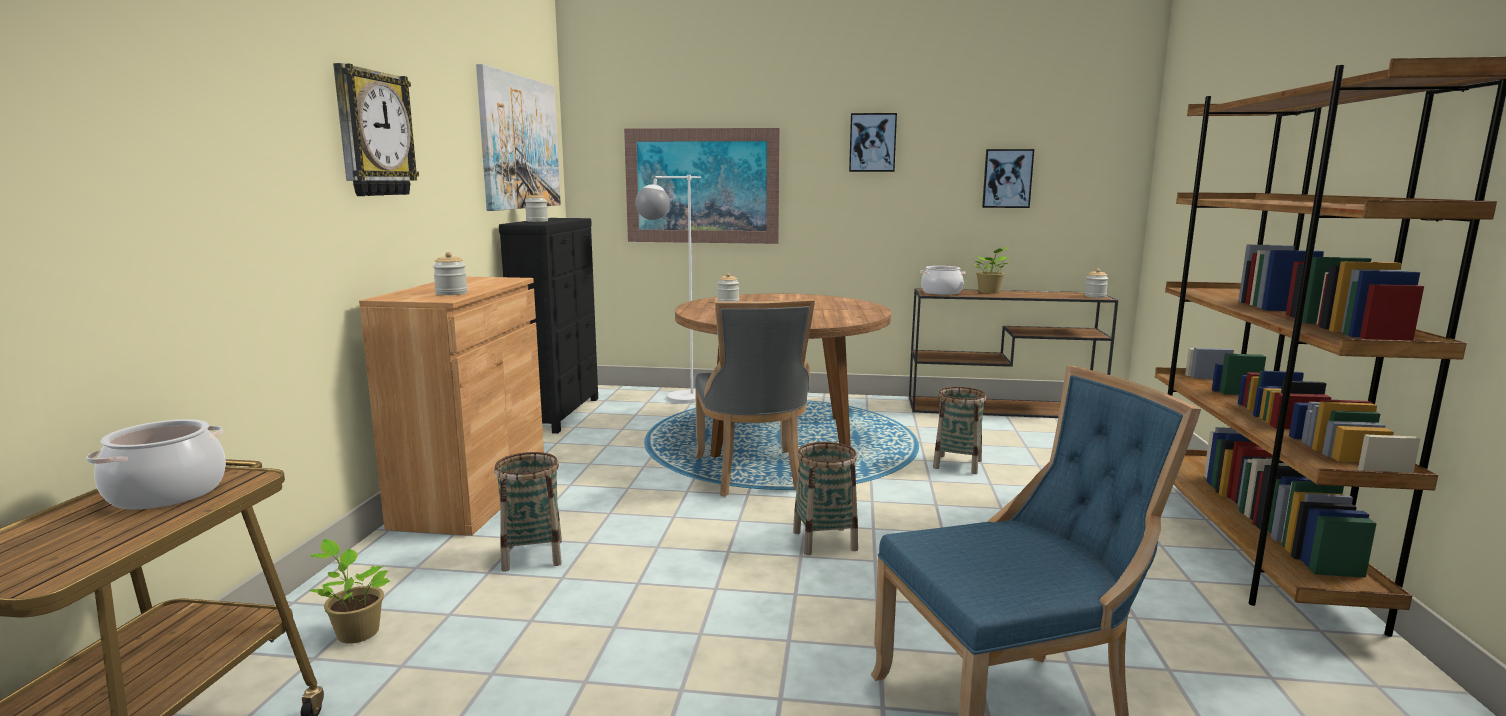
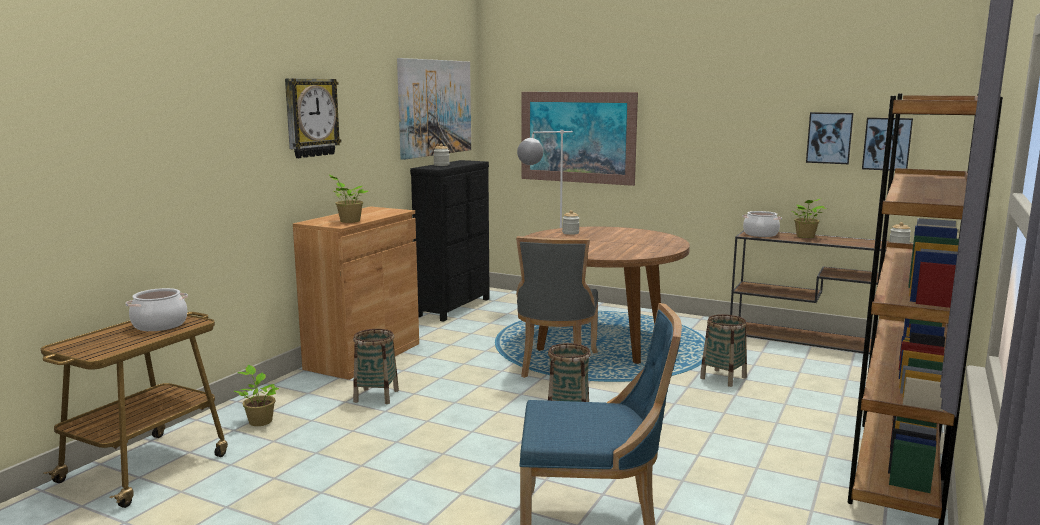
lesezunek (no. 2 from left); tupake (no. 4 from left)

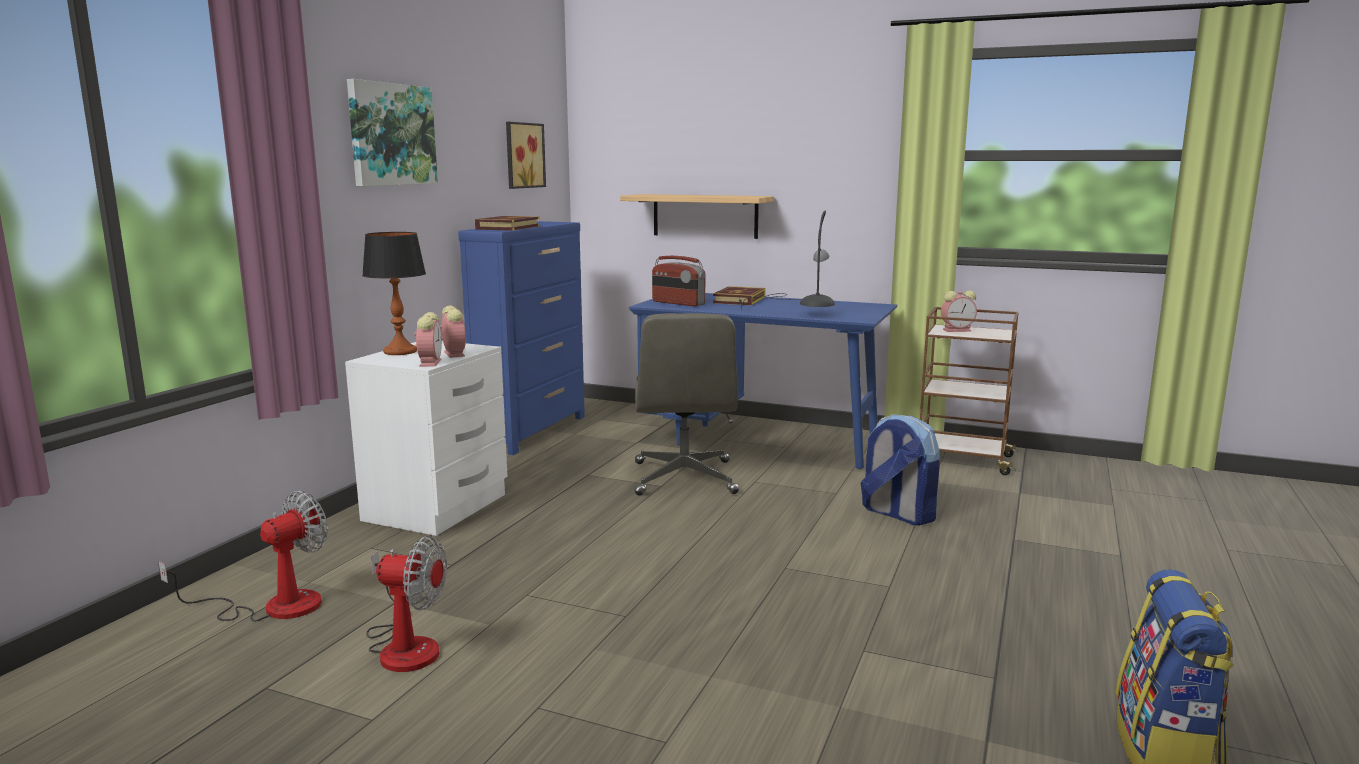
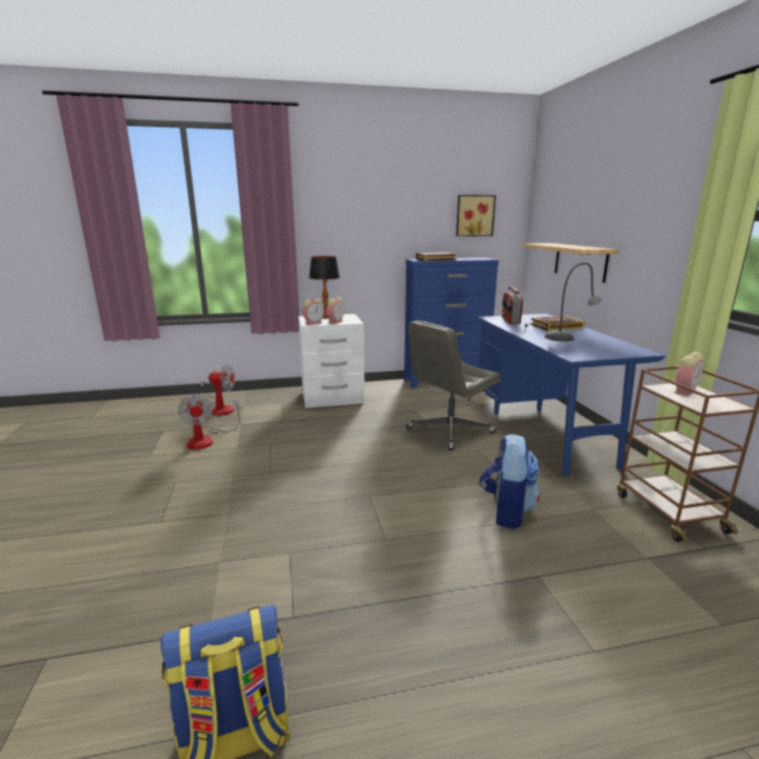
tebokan (no. 3 from left); tupake (no. 1 from left in the first image)

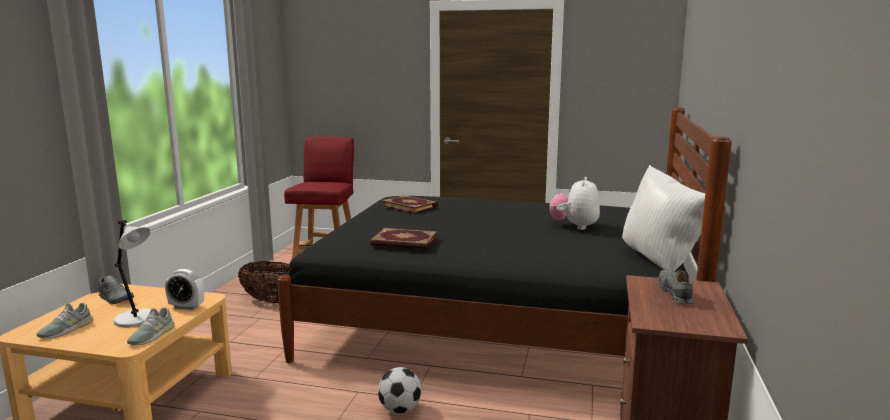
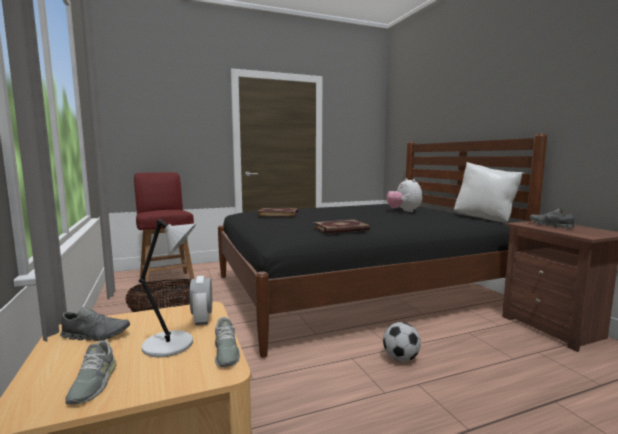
tebokan

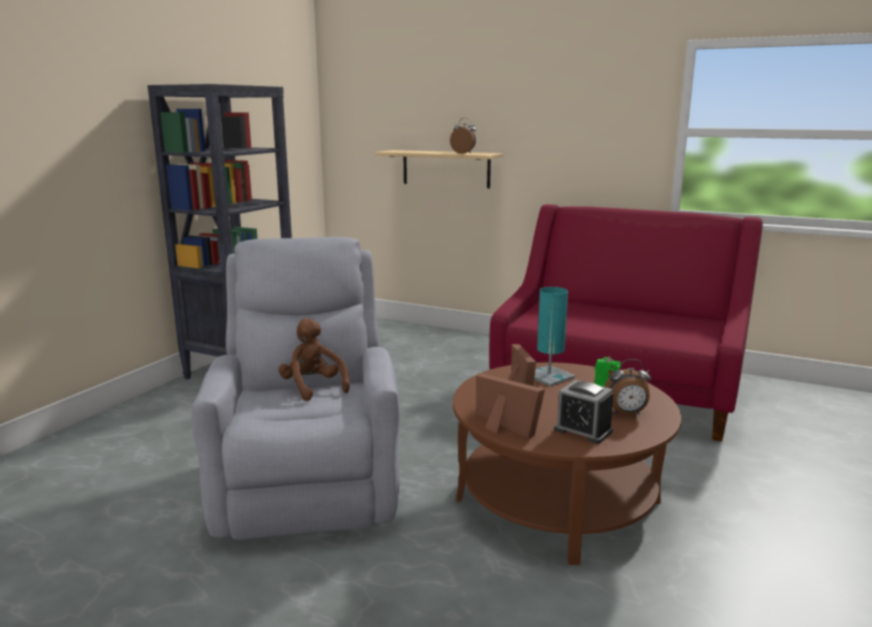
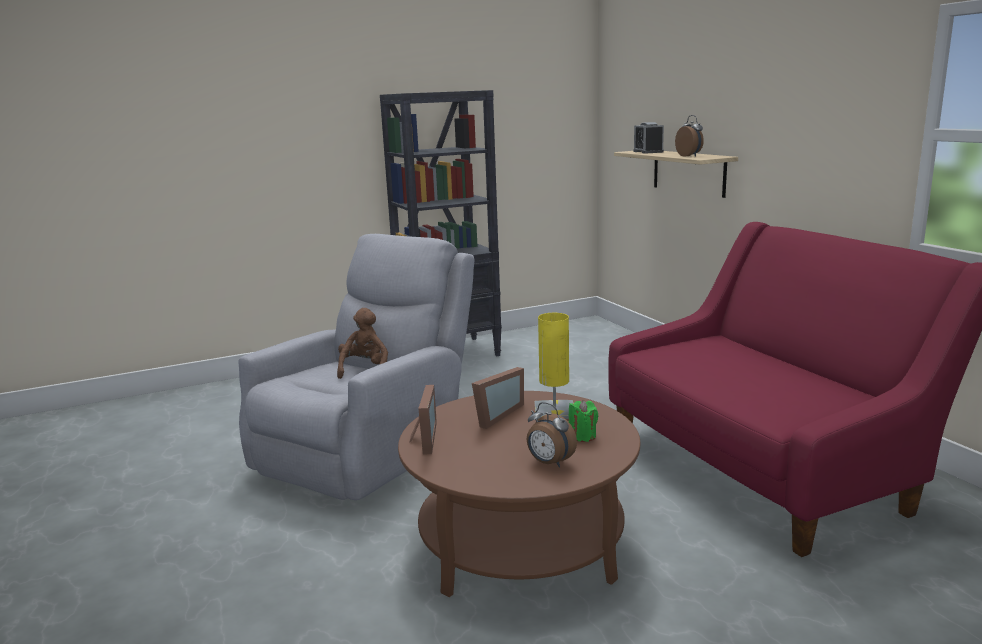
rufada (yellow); tebokan (no. 2 from left)

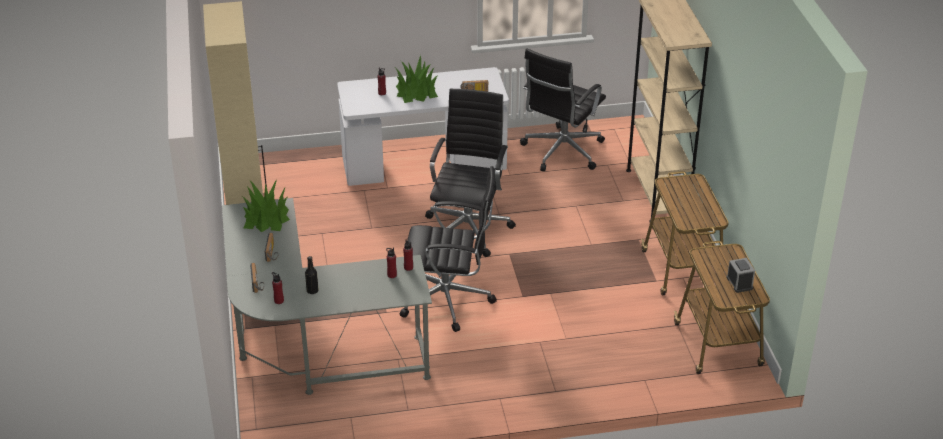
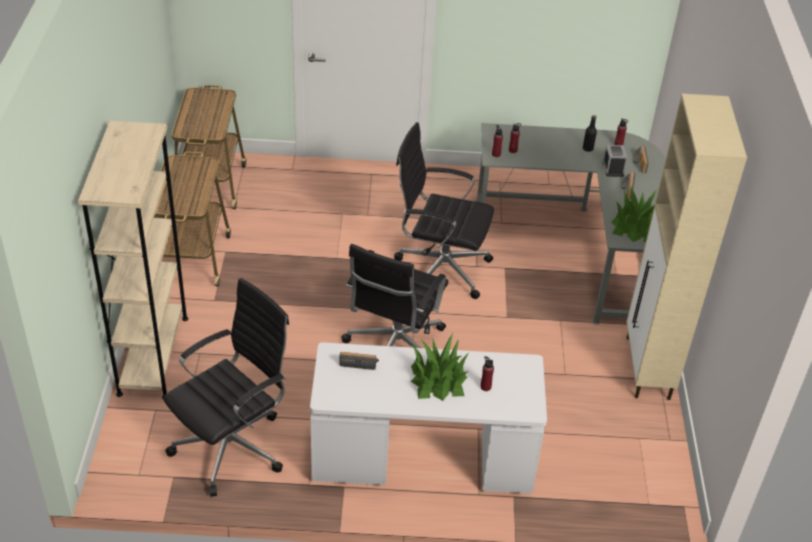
tebokan

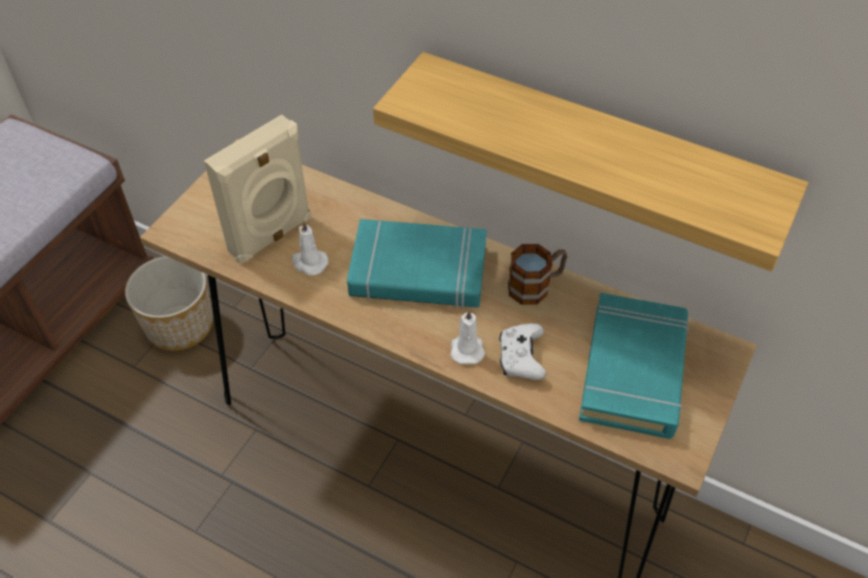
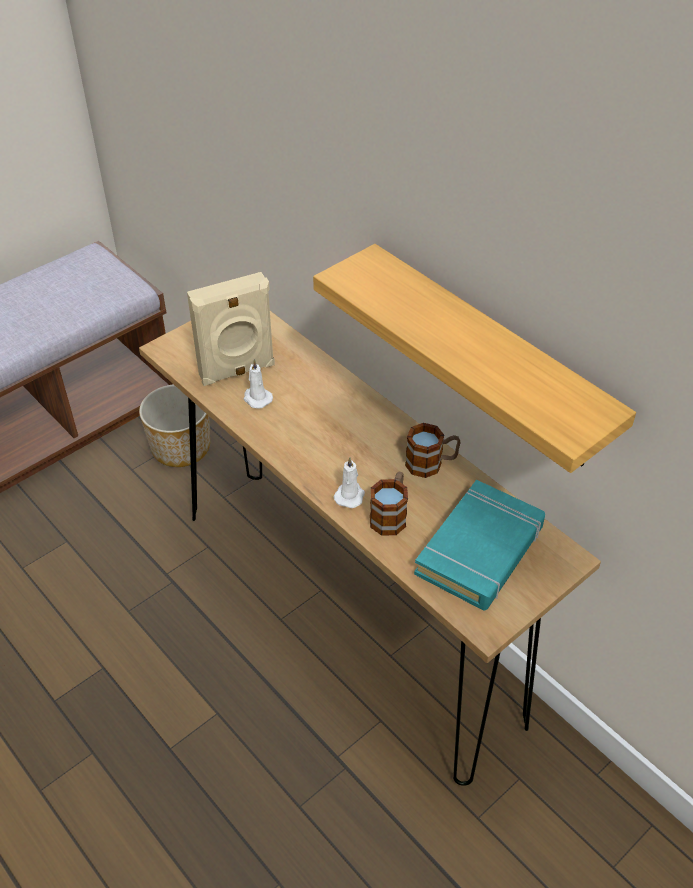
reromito (no. 1 from left); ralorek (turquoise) (no. 1 from left in the first image)

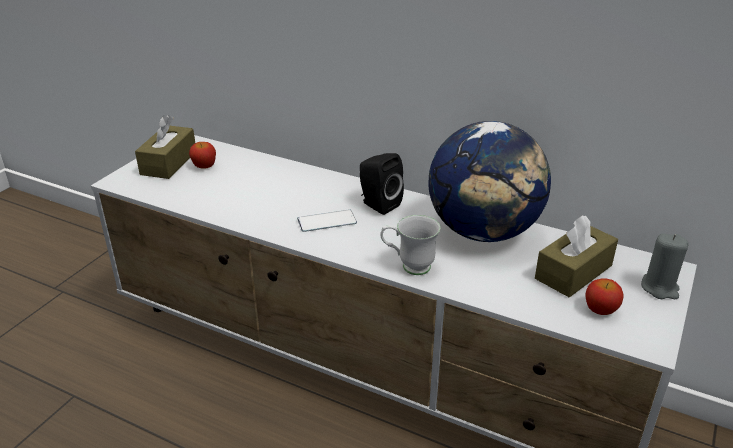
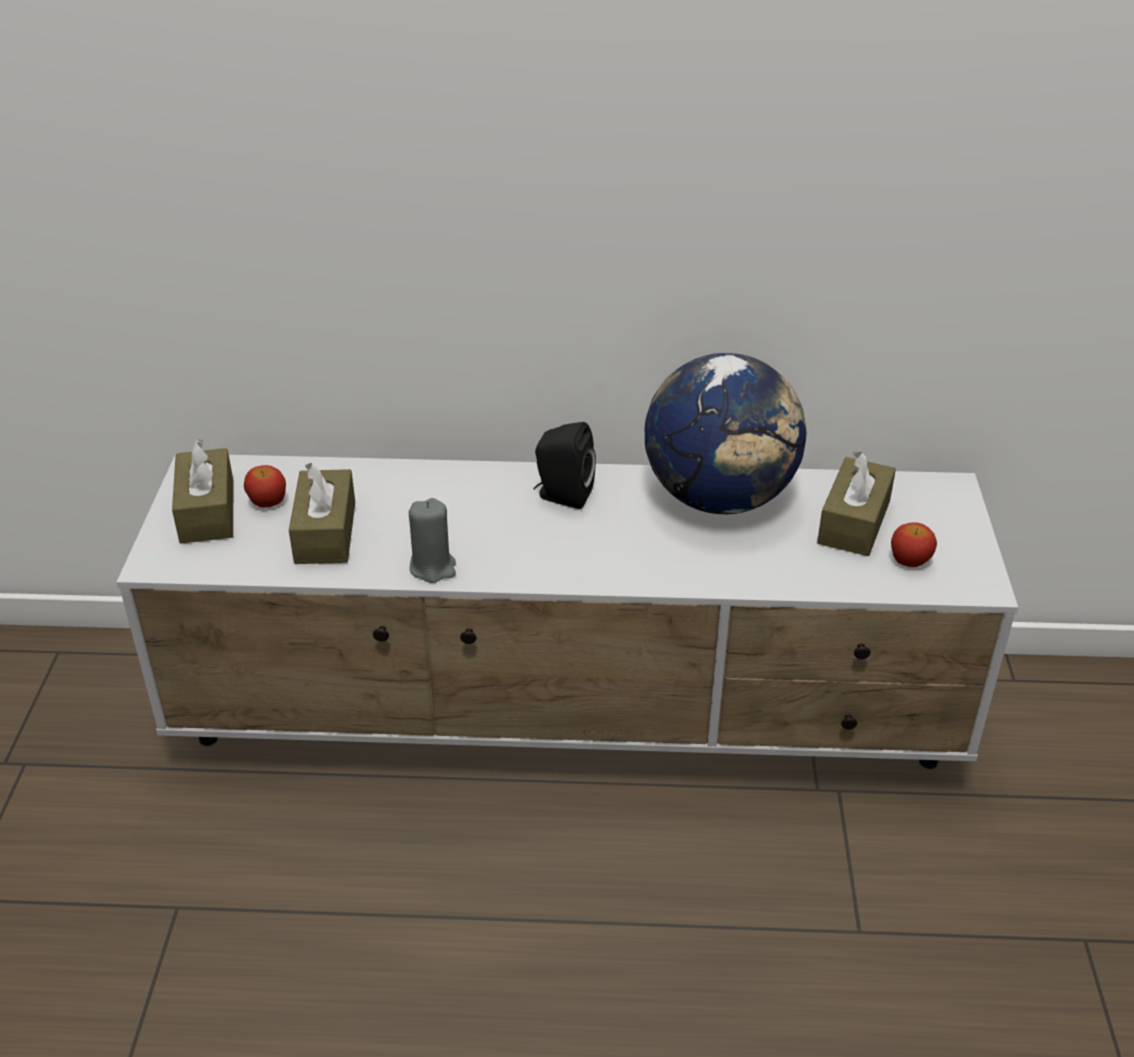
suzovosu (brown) (no. 2 from left); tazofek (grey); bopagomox; reromito (white)

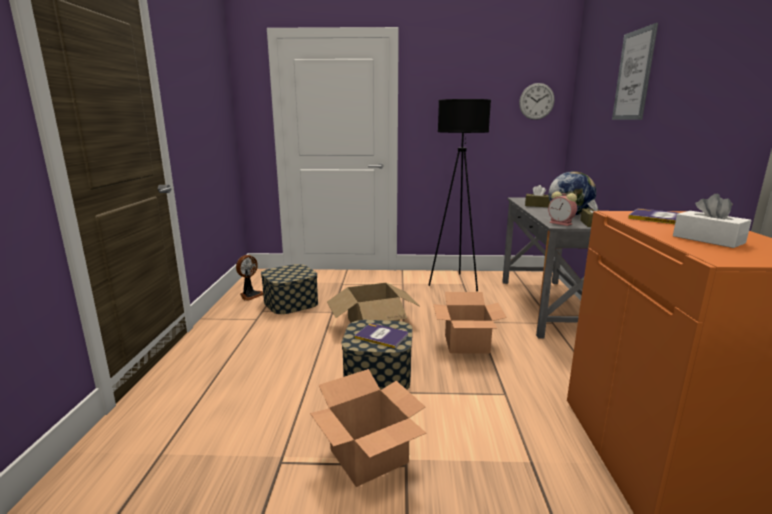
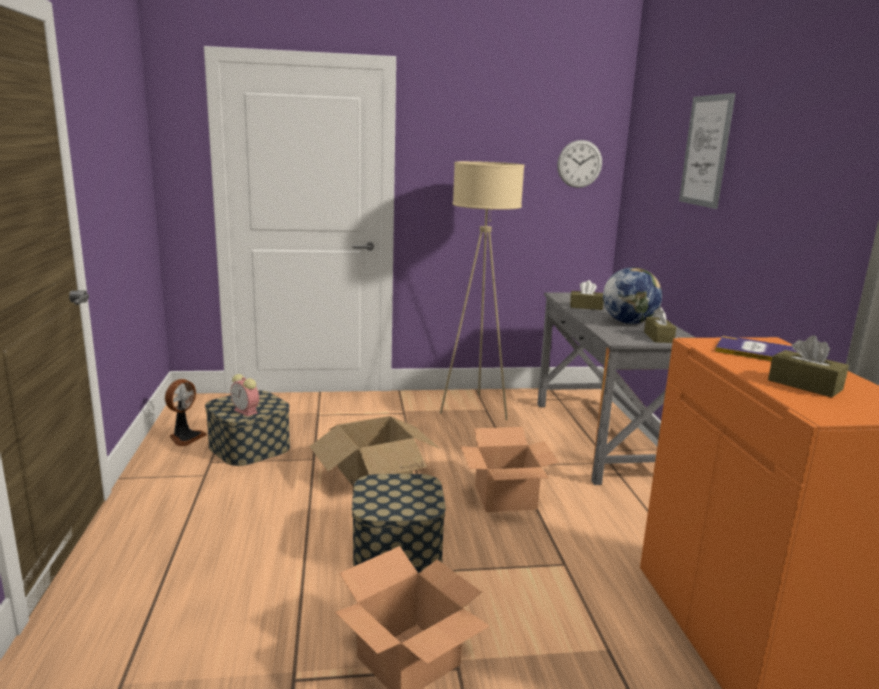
tebokan; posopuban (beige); suzovosu (brown) (no. 3 from left); ralorek (no. 1 from left in the first image)

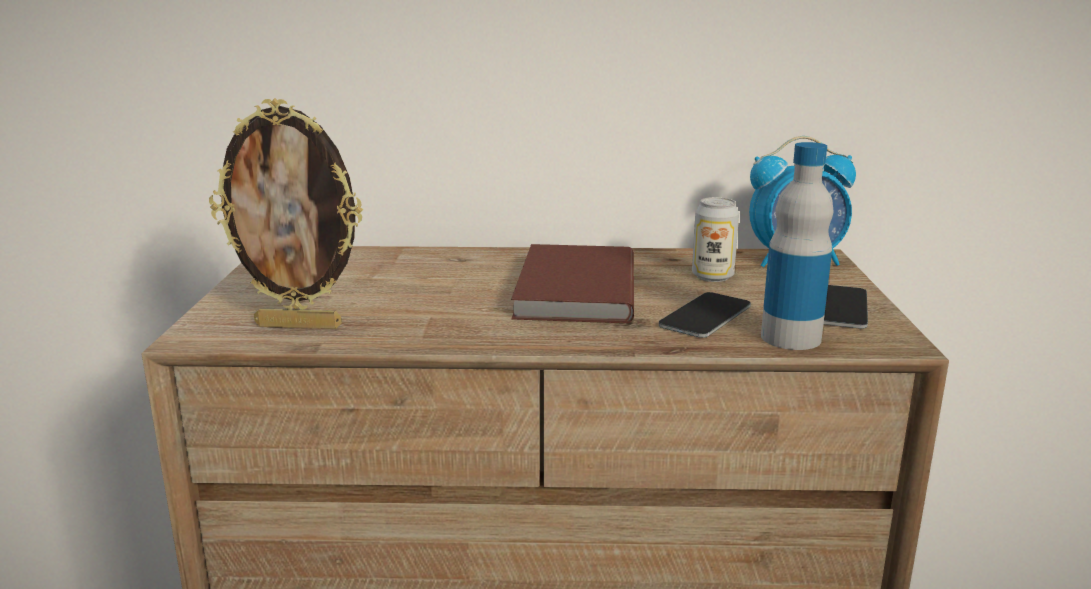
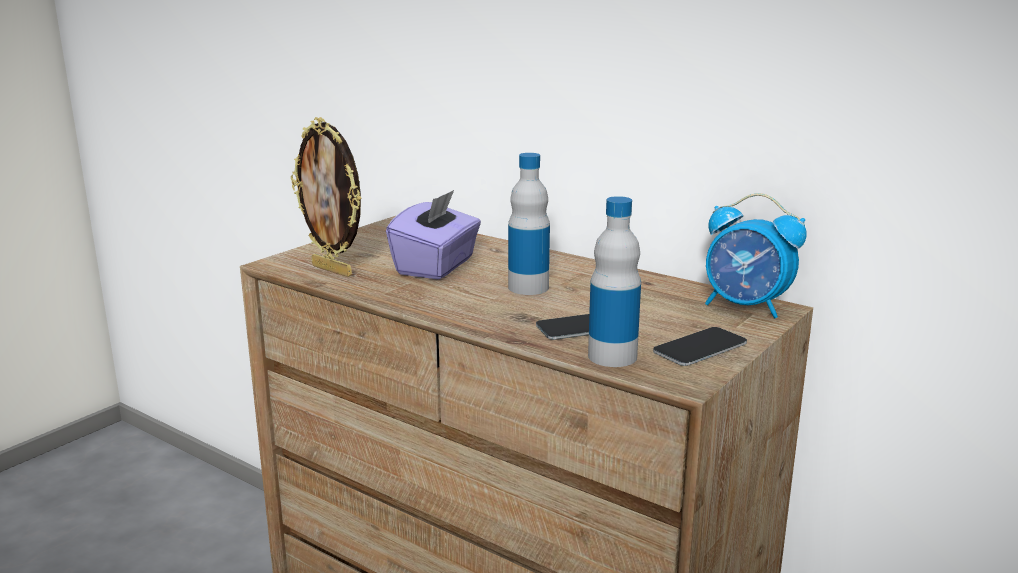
suzovosu (purple); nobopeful (no. 1 from left); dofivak

